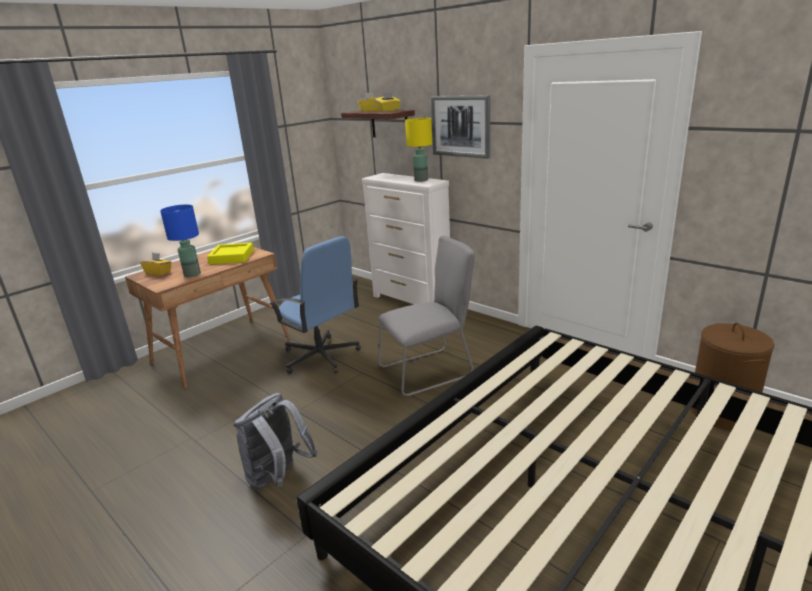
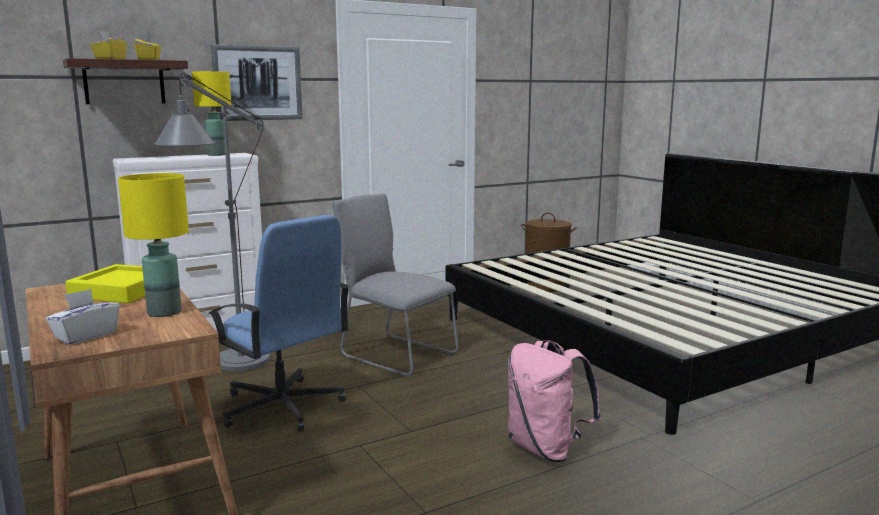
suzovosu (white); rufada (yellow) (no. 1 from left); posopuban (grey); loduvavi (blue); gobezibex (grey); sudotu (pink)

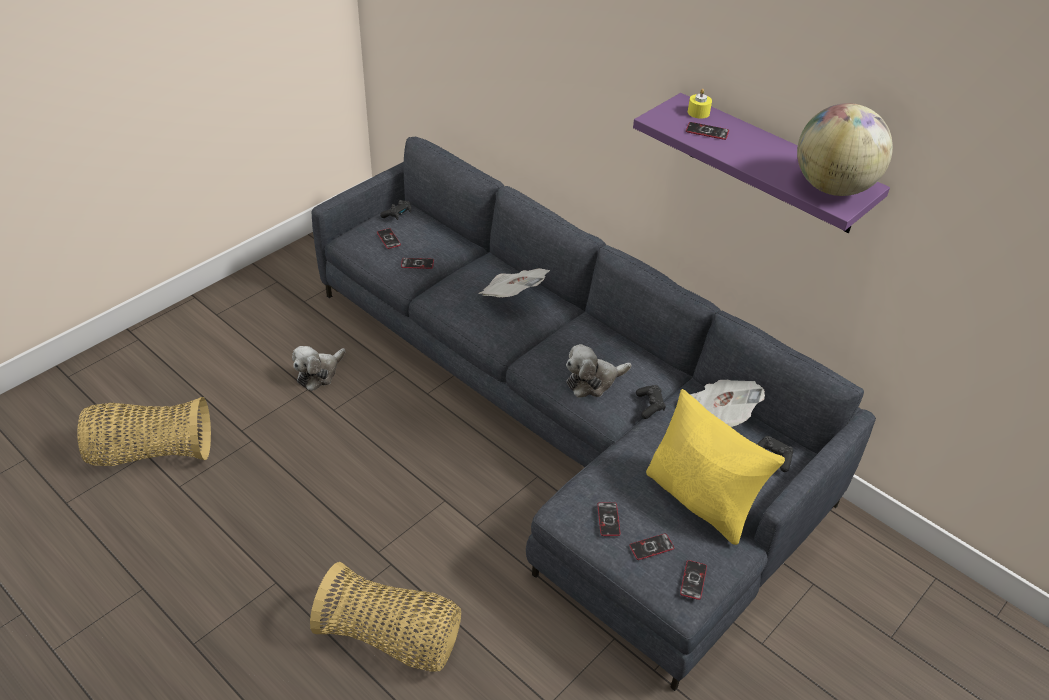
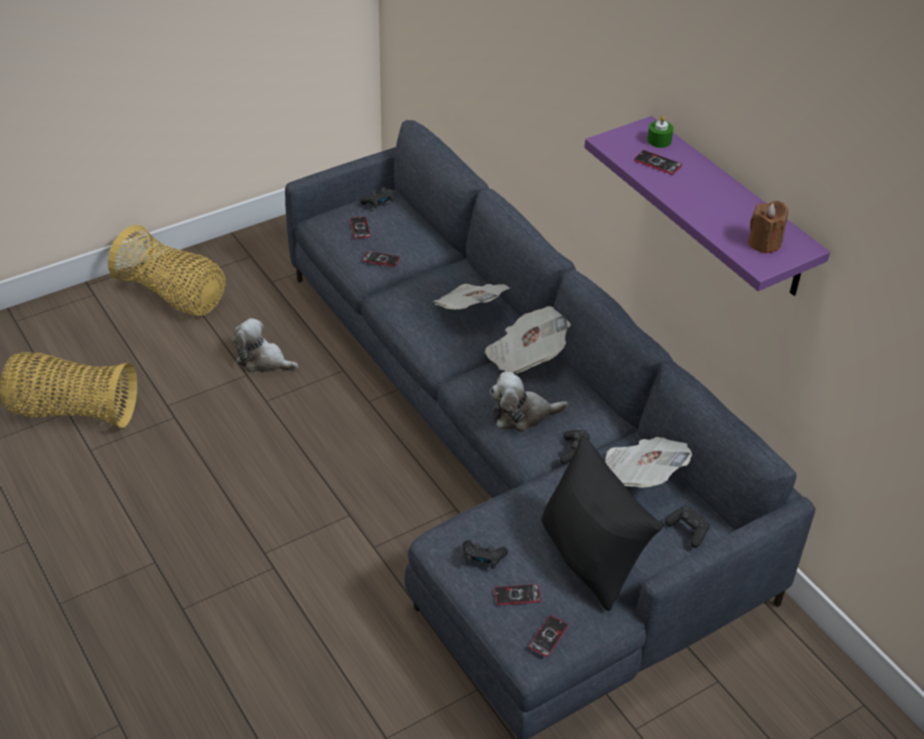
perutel (no. 2 from left); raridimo (no. 1 from left); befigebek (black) (no. 2 from left); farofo (no. 2 from left); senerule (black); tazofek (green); tazofek (brown)

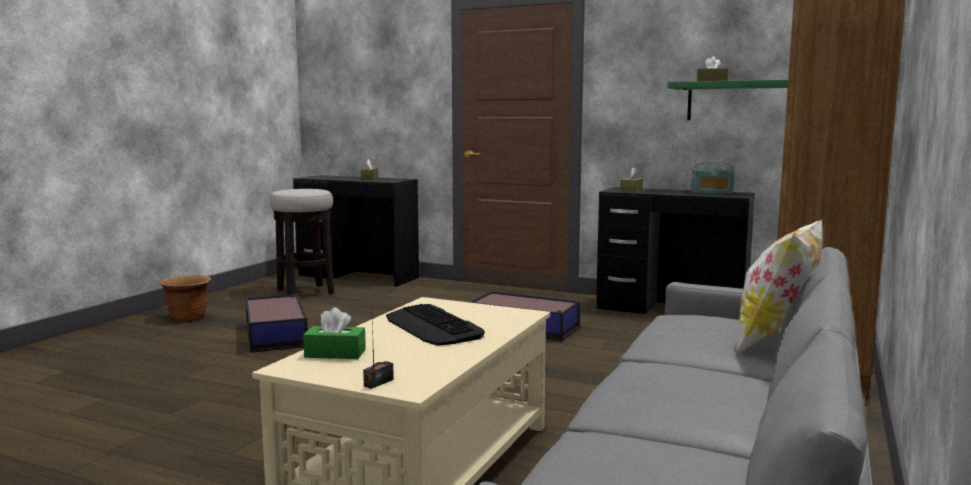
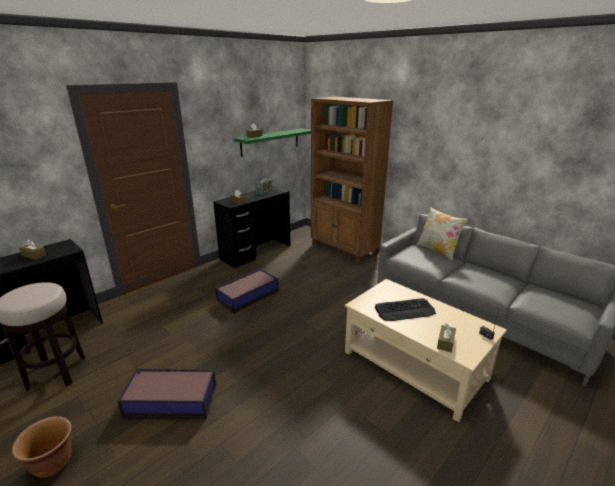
suzovosu (brown) (no. 4 from left)

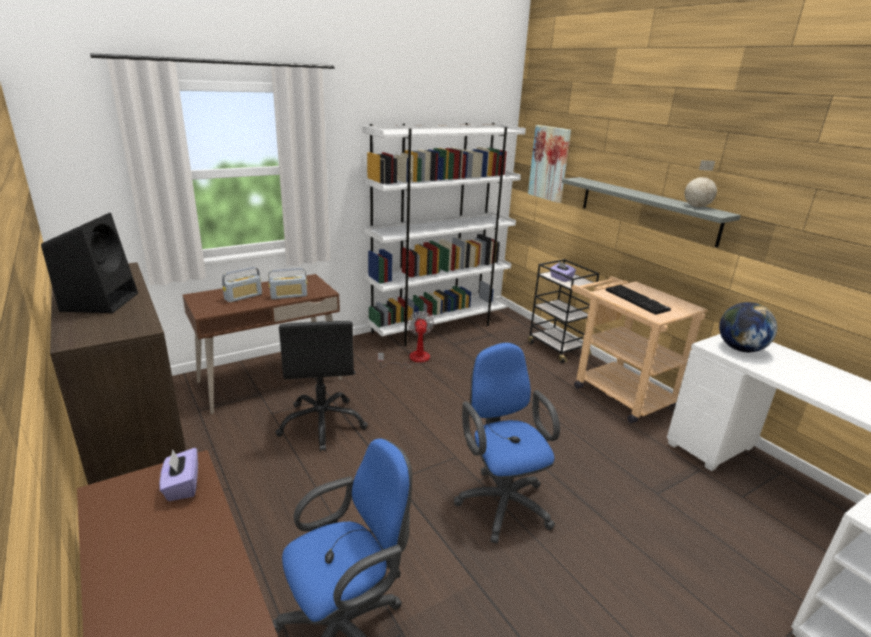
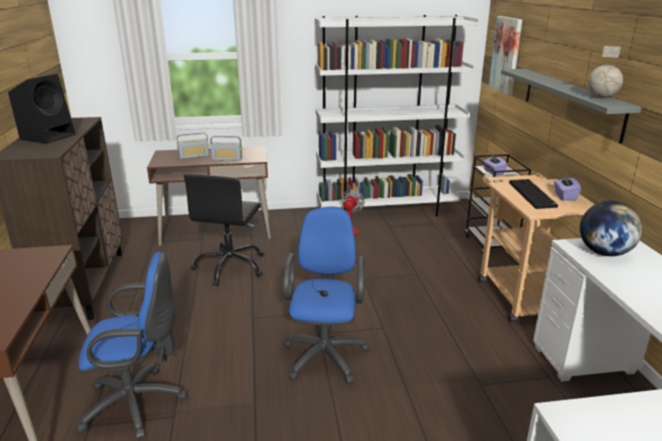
suzovosu (purple) (no. 2 from left)

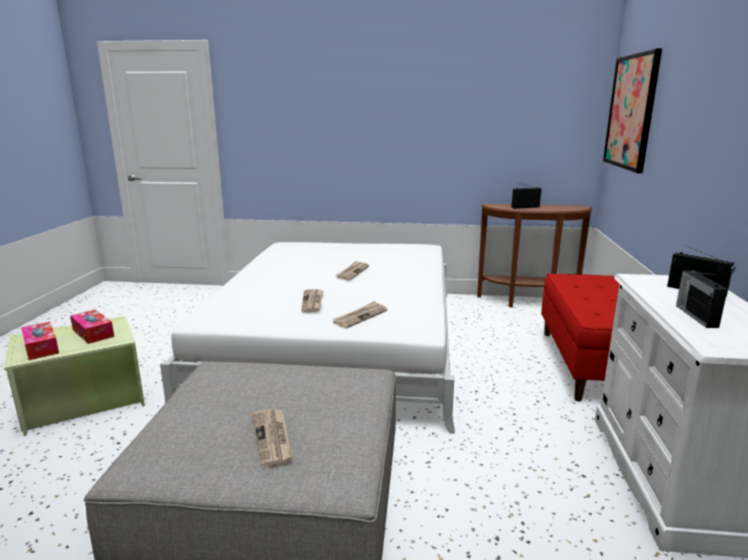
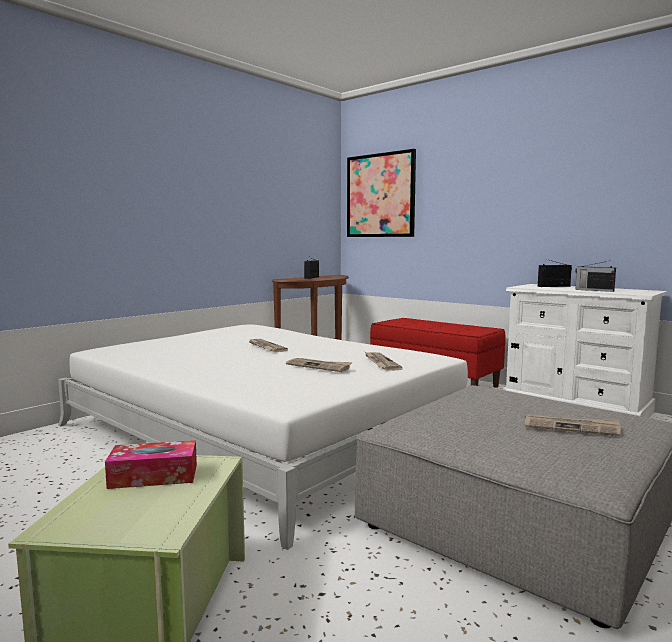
suzovosu (no. 1 from left in the first image)

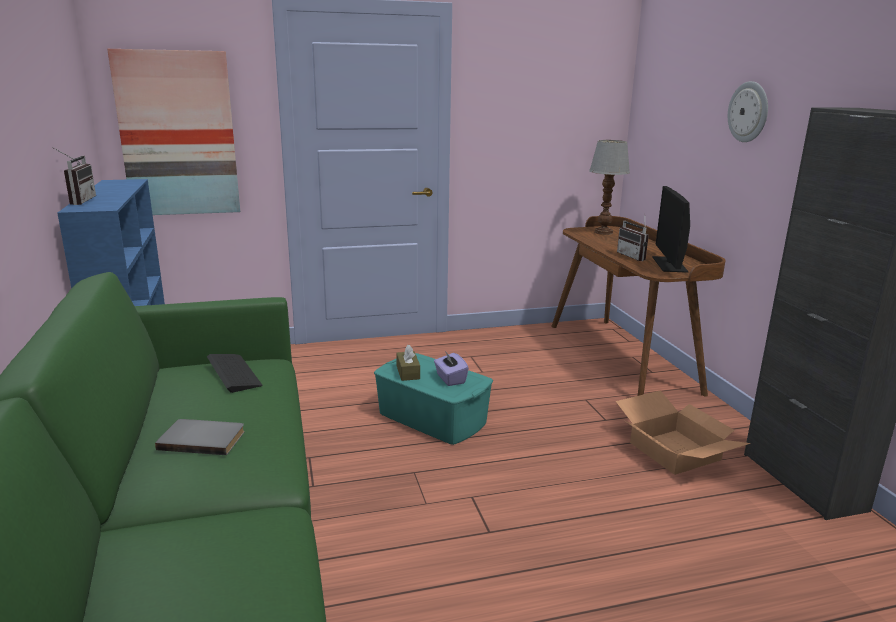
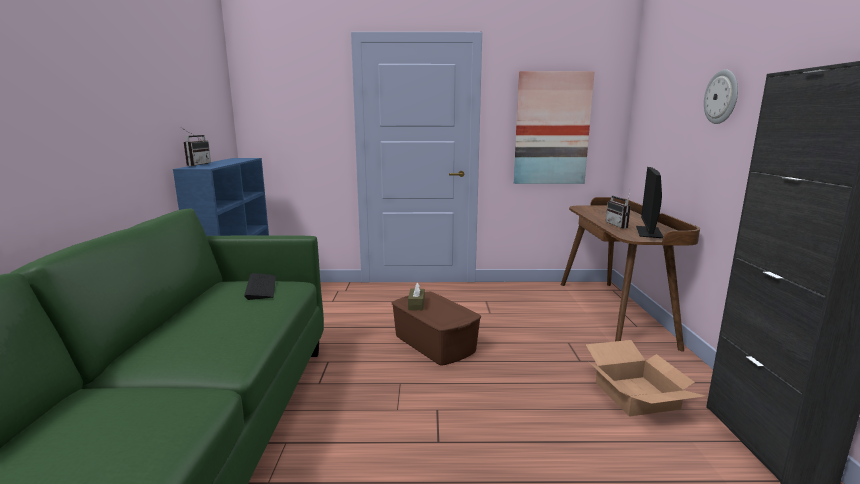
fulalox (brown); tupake; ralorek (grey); suzovosu (purple); rufada

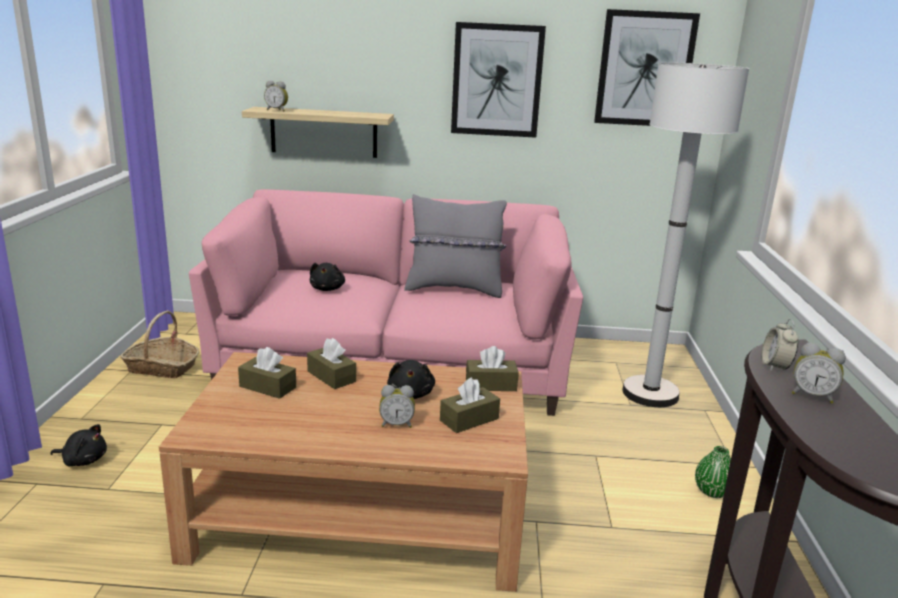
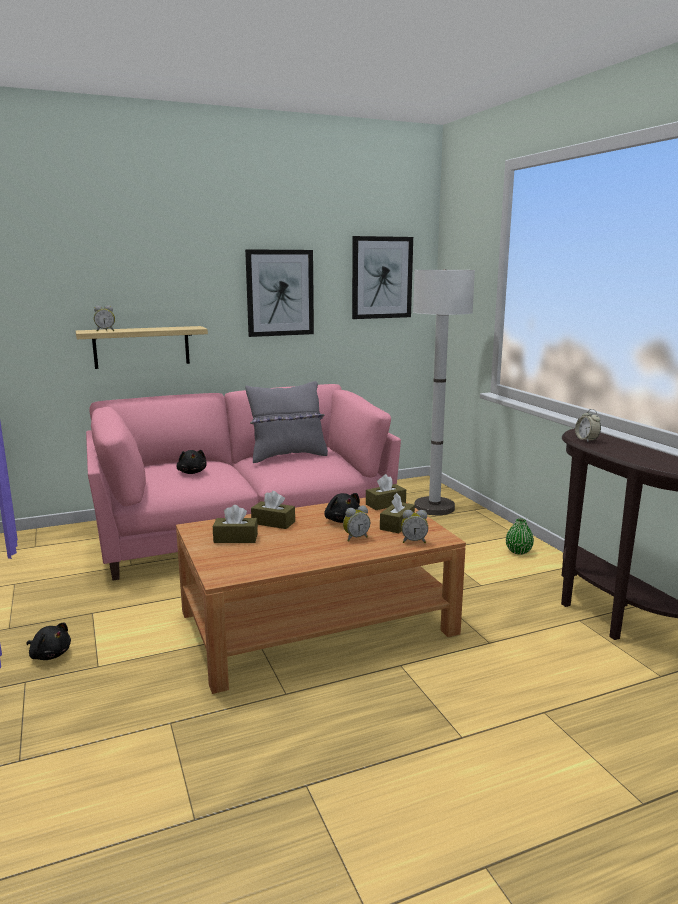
raridimo (black) (no. 1 from left); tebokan (no. 3 from left); perutel

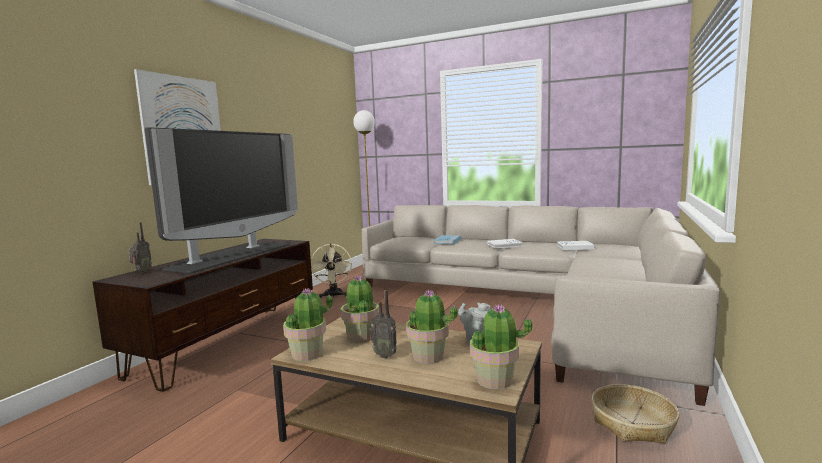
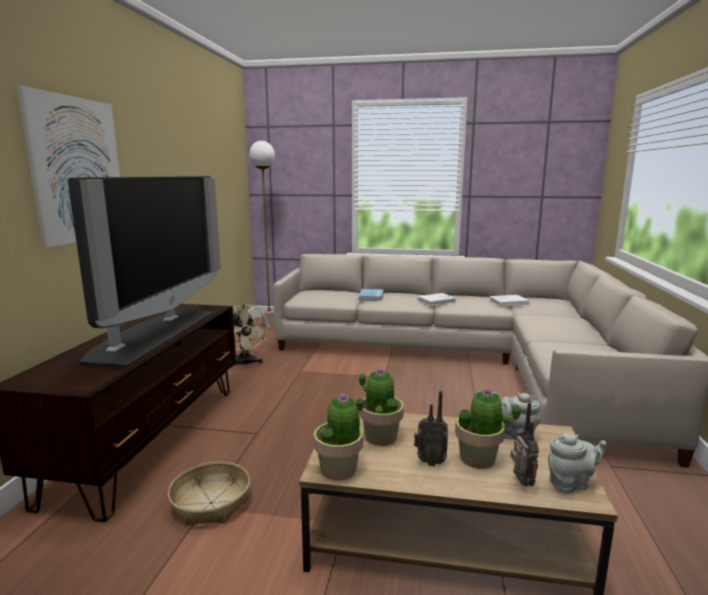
perutel; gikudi (no. 2 from left); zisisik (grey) (no. 2 from left)

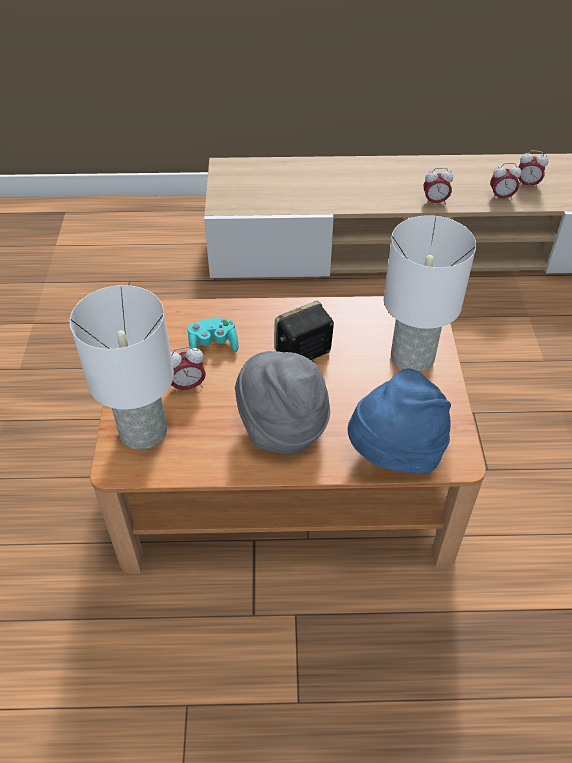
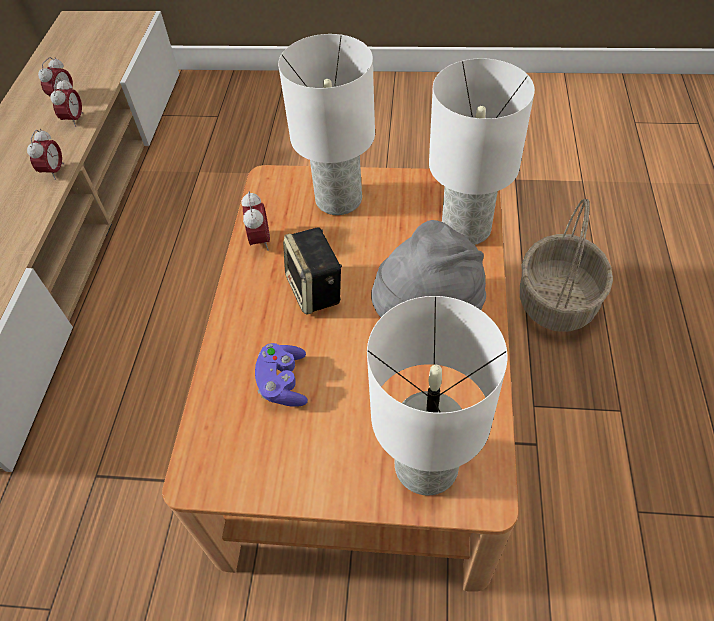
tebokan (no. 4 from left); befigebek (purple); rufada (white) (no. 3 from left); perutel

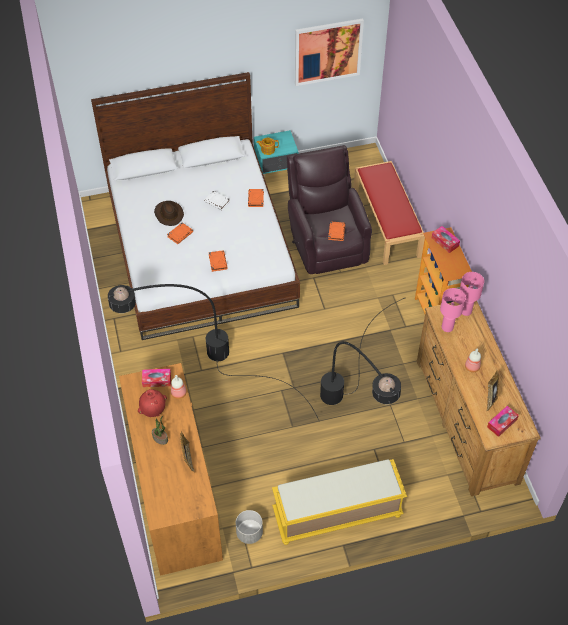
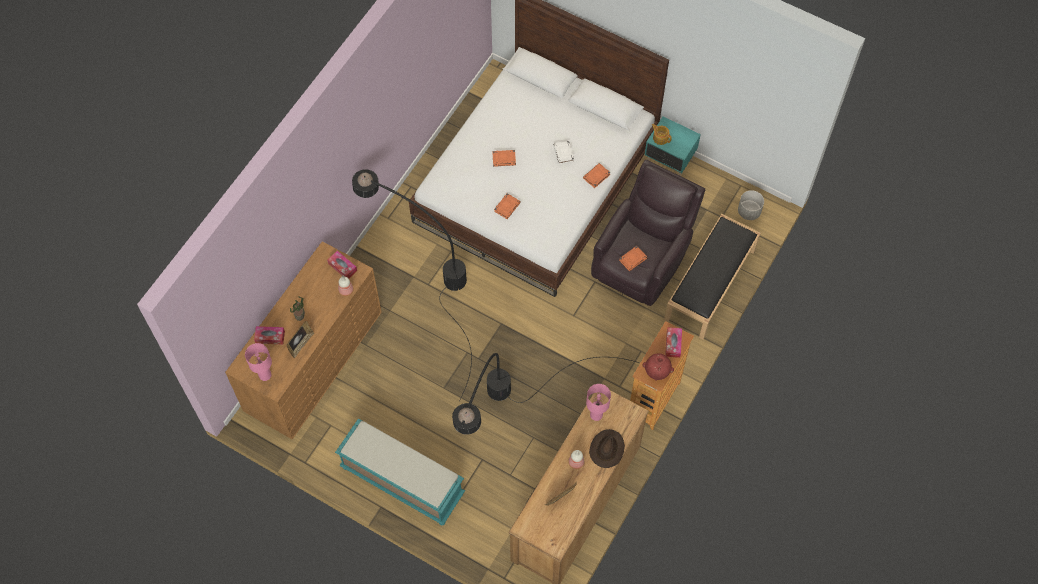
rufada (pink) (no. 1 from left); suzovosu (no. 1 from left); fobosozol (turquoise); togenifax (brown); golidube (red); fobosozol (black); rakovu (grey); tupake

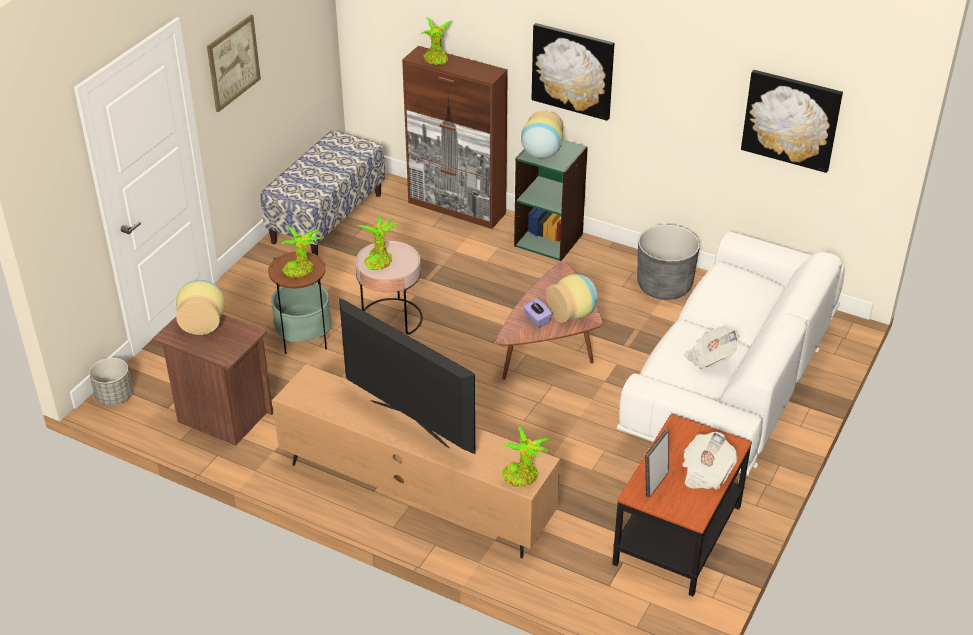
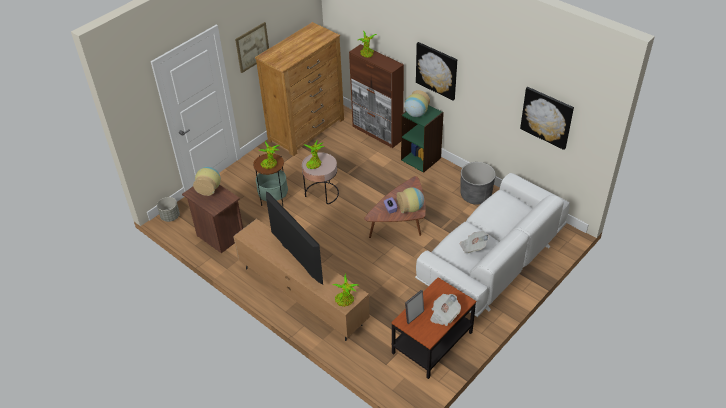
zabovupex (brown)

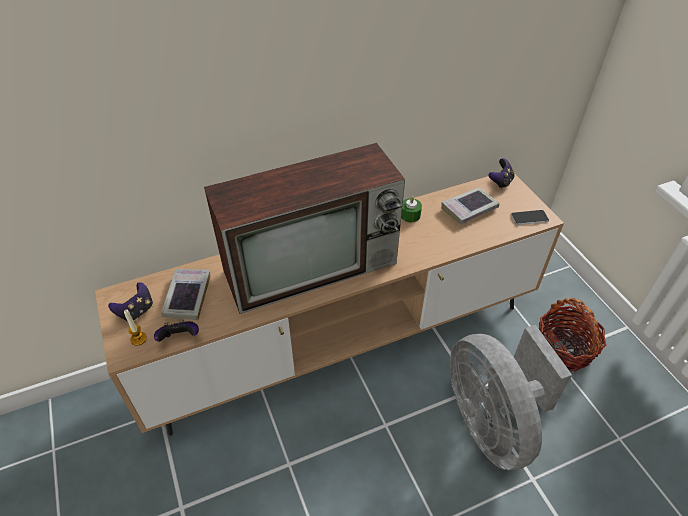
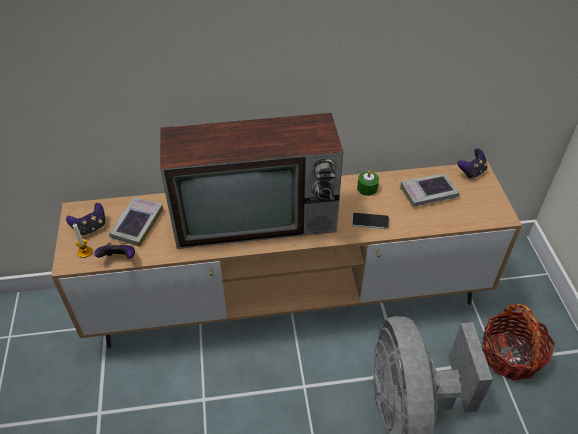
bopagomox

